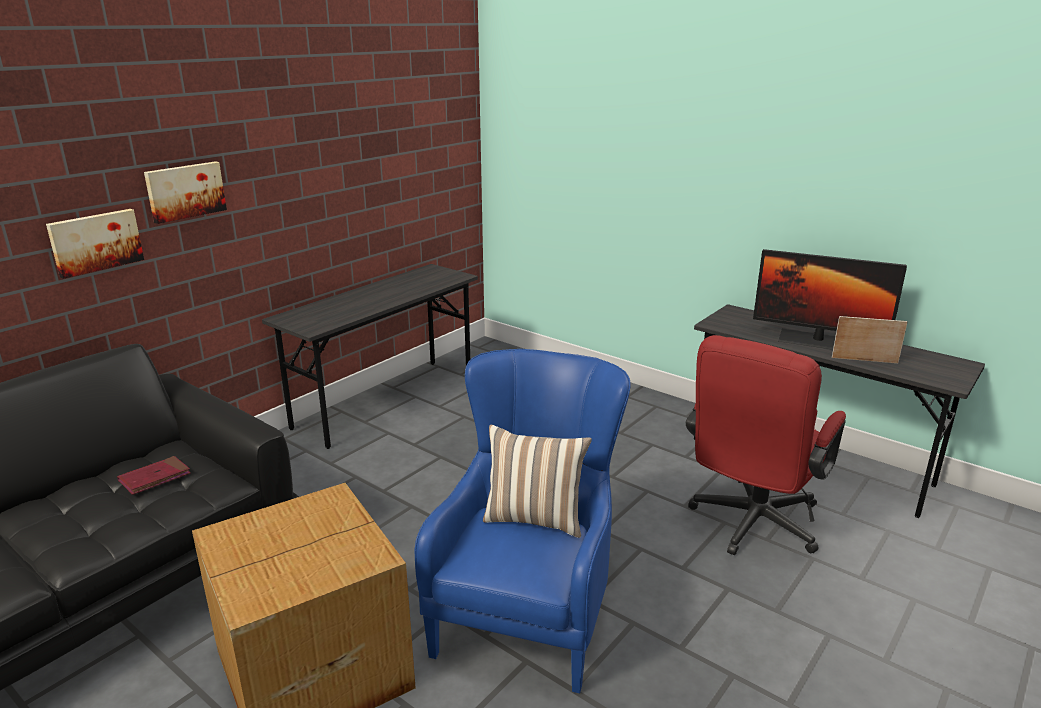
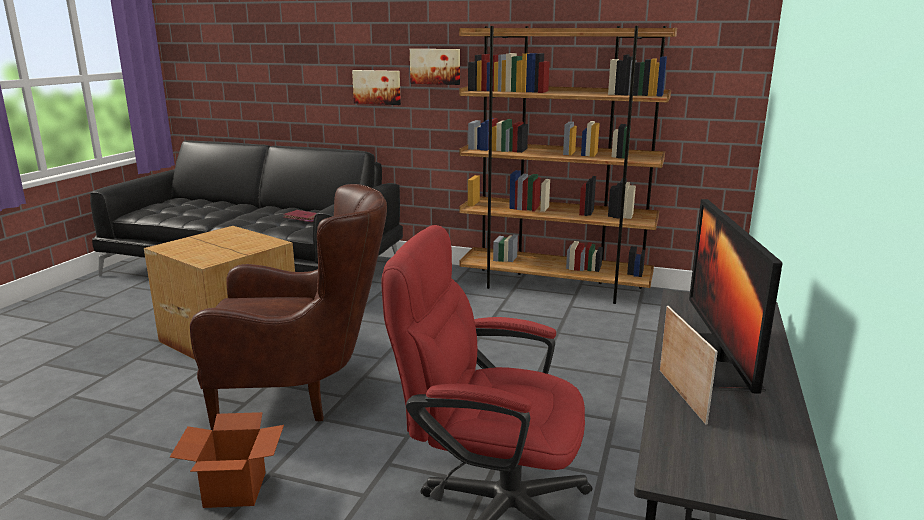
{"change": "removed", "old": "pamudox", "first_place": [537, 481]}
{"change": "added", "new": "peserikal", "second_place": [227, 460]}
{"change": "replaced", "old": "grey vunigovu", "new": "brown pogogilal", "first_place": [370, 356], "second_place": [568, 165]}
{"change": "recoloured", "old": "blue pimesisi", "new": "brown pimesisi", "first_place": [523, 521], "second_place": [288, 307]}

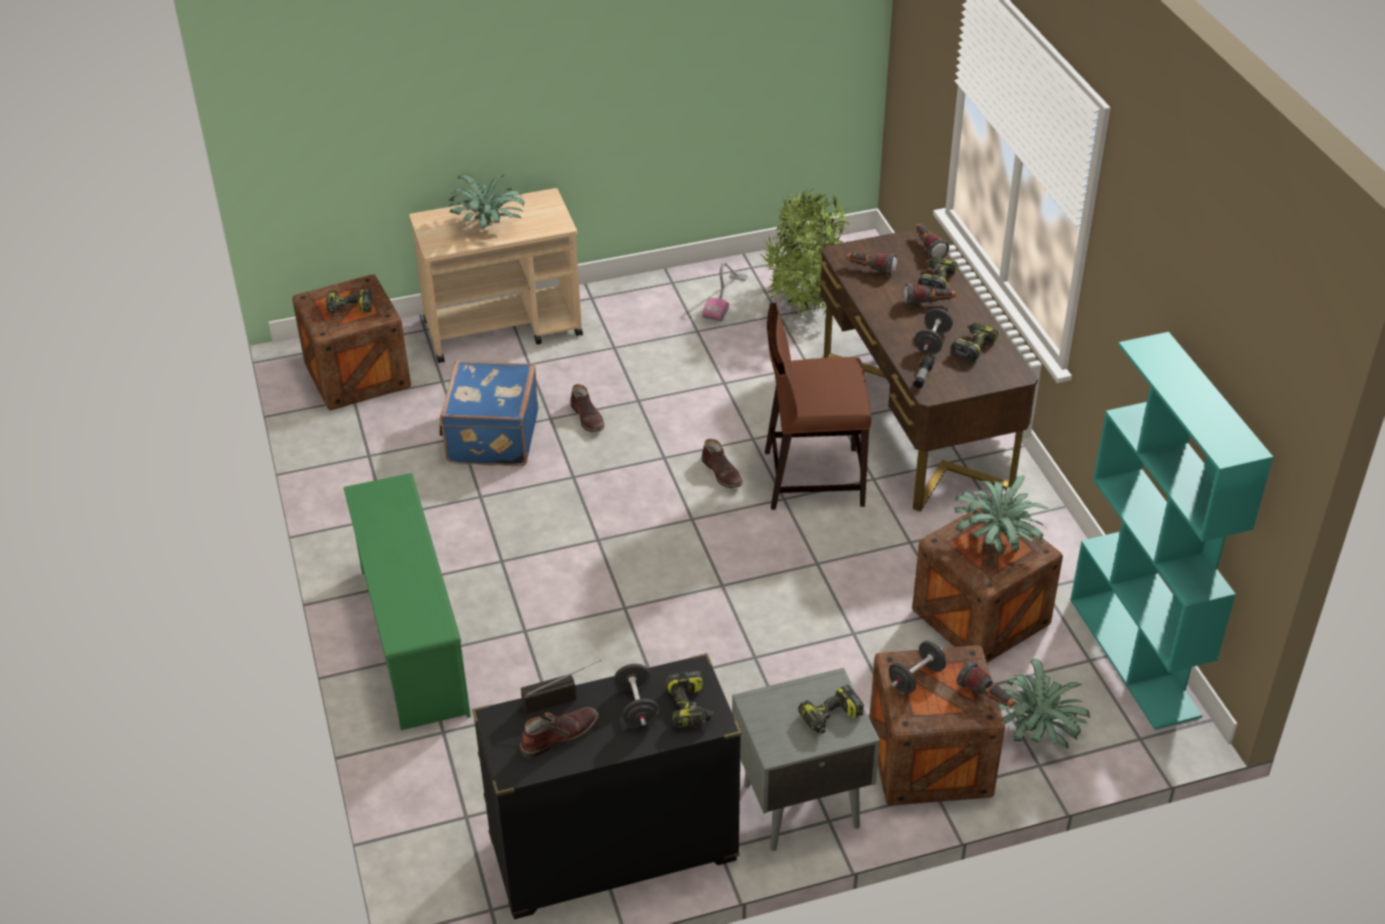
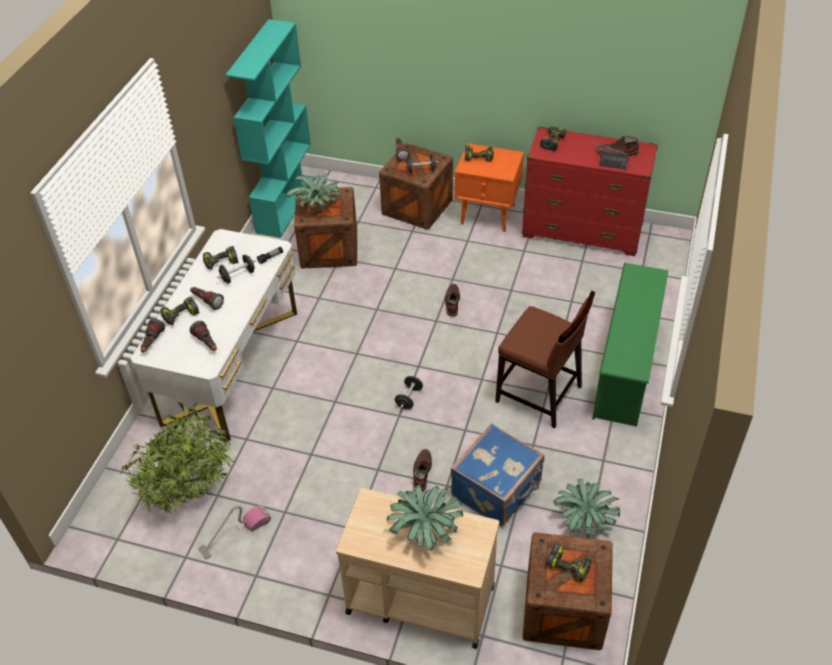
{"change": "moved", "old": "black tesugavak", "first_place": [636, 695], "second_place": [409, 392]}
{"change": "moved", "old": "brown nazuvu", "first_place": [722, 463], "second_place": [452, 300]}
{"change": "moved", "old": "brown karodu", "first_place": [818, 406], "second_place": [545, 359]}
{"change": "moved", "old": "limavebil", "first_place": [1044, 704], "second_place": [586, 507]}
{"change": "recoloured", "old": "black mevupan", "new": "red mevupan", "first_place": [606, 786], "second_place": [590, 191]}
{"change": "recoloured", "old": "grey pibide", "new": "orange pibide", "first_place": [806, 759], "second_place": [489, 187]}
{"change": "recoloured", "old": "brown vunigovu", "new": "white vunigovu", "first_place": [929, 370], "second_place": [214, 335]}

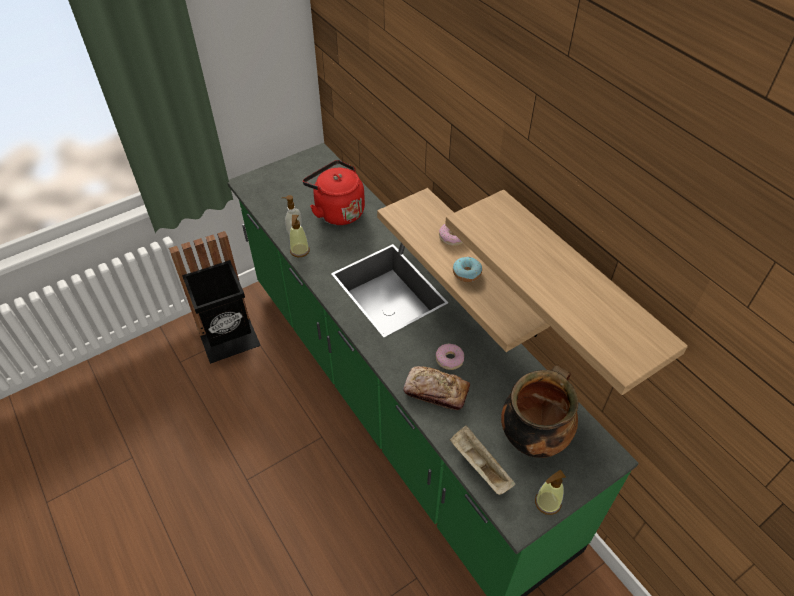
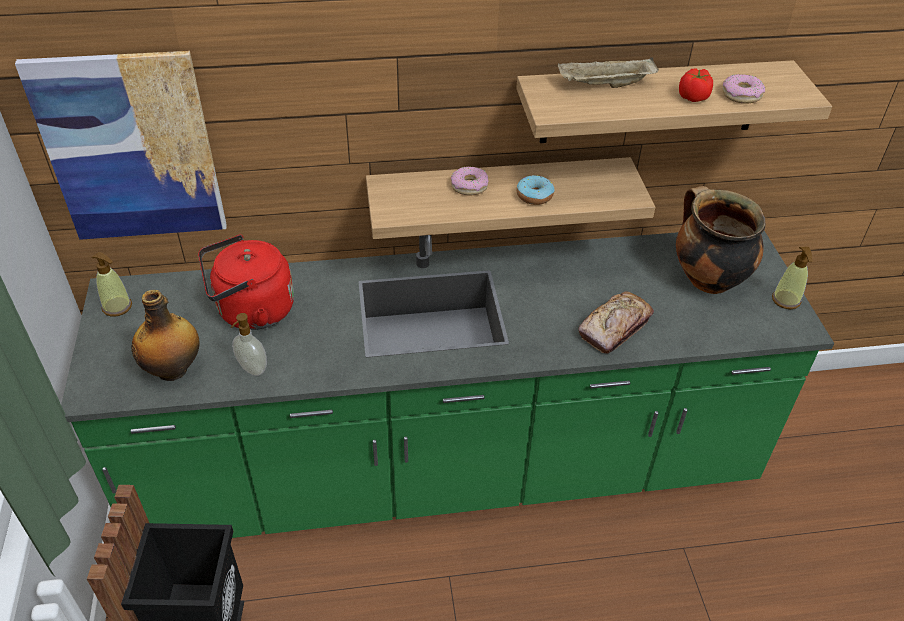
{"change": "added", "new": "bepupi", "second_place": [121, 145]}
{"change": "added", "new": "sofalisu", "second_place": [165, 335]}
{"change": "added", "new": "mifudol", "second_place": [696, 85]}
{"change": "moved", "old": "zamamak", "first_place": [300, 236], "second_place": [112, 284]}
{"change": "moved", "old": "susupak", "first_place": [450, 356], "second_place": [743, 89]}
{"change": "moved", "old": "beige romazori", "first_place": [482, 460], "second_place": [608, 73]}

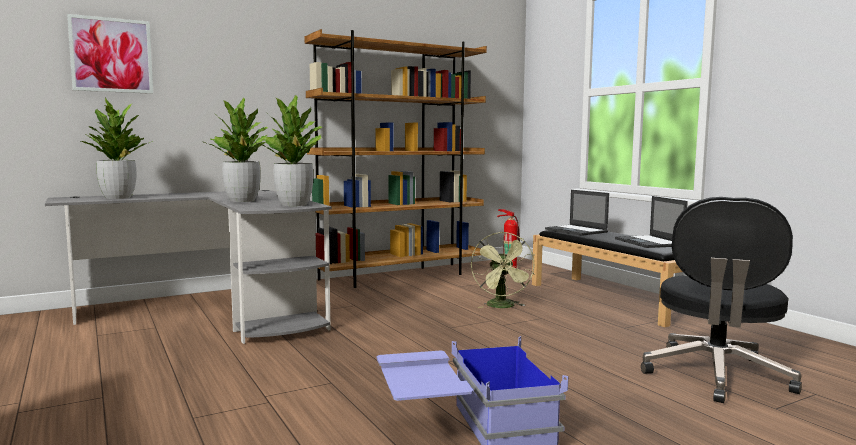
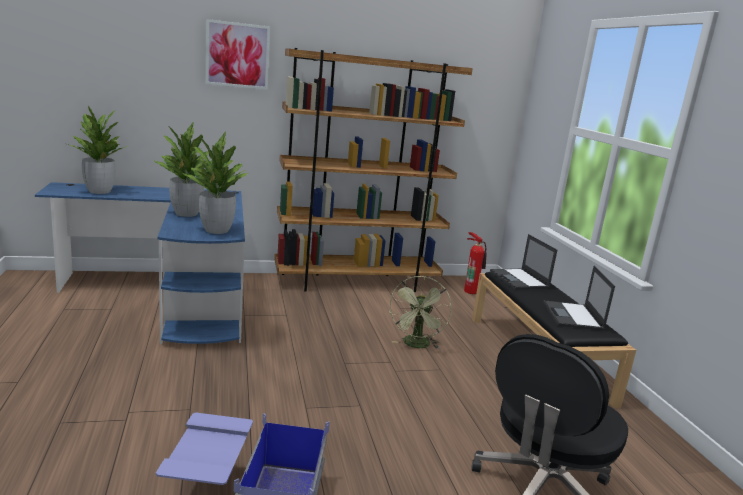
{"change": "moved", "old": "bepupi", "first_place": [110, 54], "second_place": [238, 54]}
{"change": "recoloured", "old": "grey vunigovu", "new": "blue vunigovu", "first_place": [188, 267], "second_place": [140, 263]}

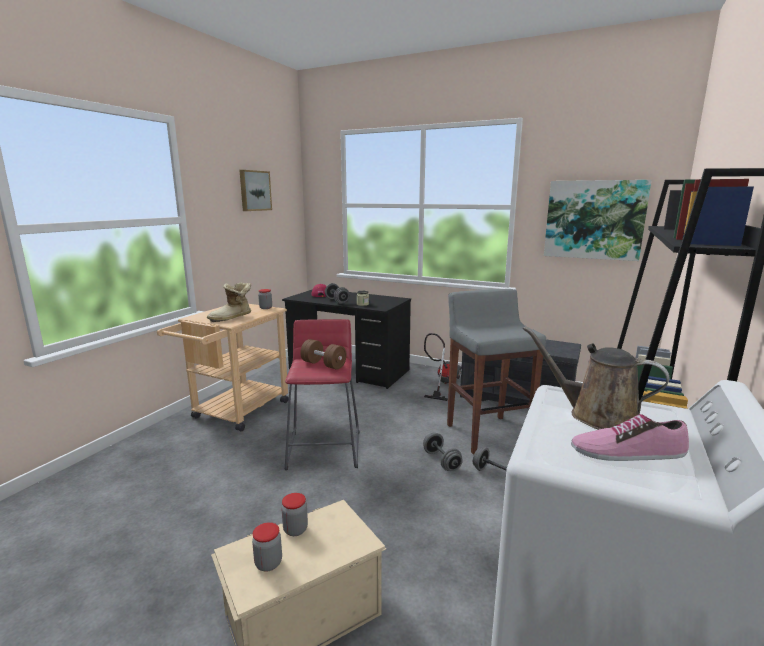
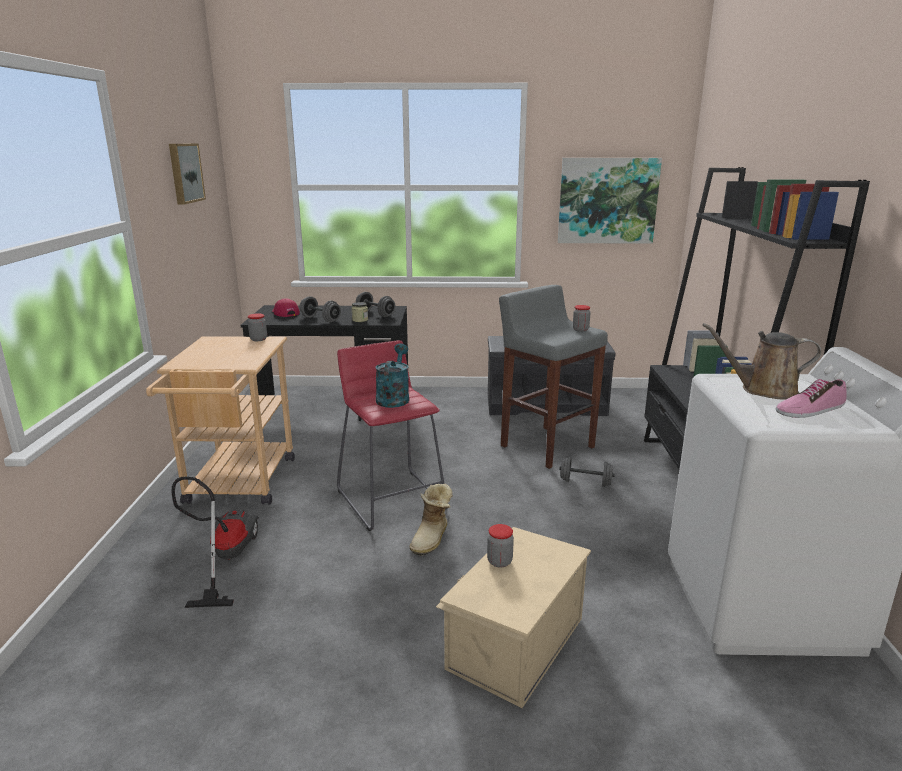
{"change": "moved", "old": "nazuvu", "first_place": [229, 302], "second_place": [431, 520]}
{"change": "moved", "old": "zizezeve", "first_place": [267, 547], "second_place": [582, 318]}
{"change": "moved", "old": "grey tesugavak", "first_place": [443, 452], "second_place": [376, 304]}
{"change": "moved", "old": "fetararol", "first_place": [443, 367], "second_place": [215, 542]}
{"change": "replaced", "old": "brown tesugavak", "new": "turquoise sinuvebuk", "first_place": [323, 354], "second_place": [392, 375]}

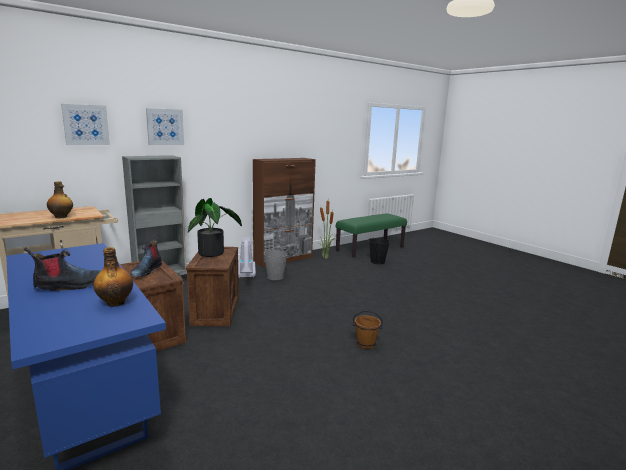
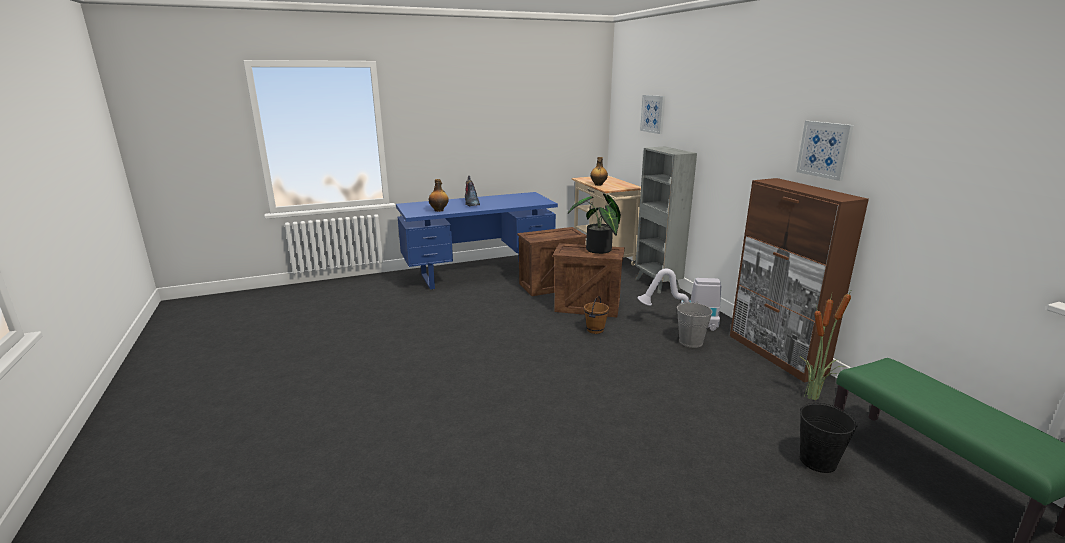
{"change": "removed", "old": "nazuvu", "first_place": [146, 256]}
{"change": "moved", "old": "bepupi", "first_place": [165, 126], "second_place": [825, 151]}
{"change": "moved", "old": "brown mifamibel", "first_place": [368, 330], "second_place": [596, 315]}

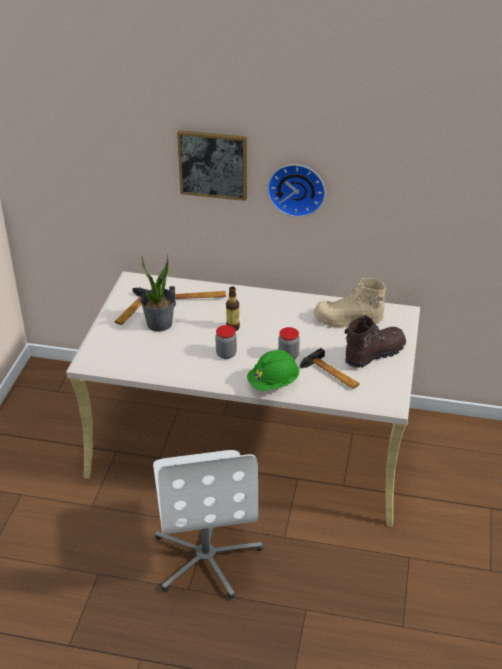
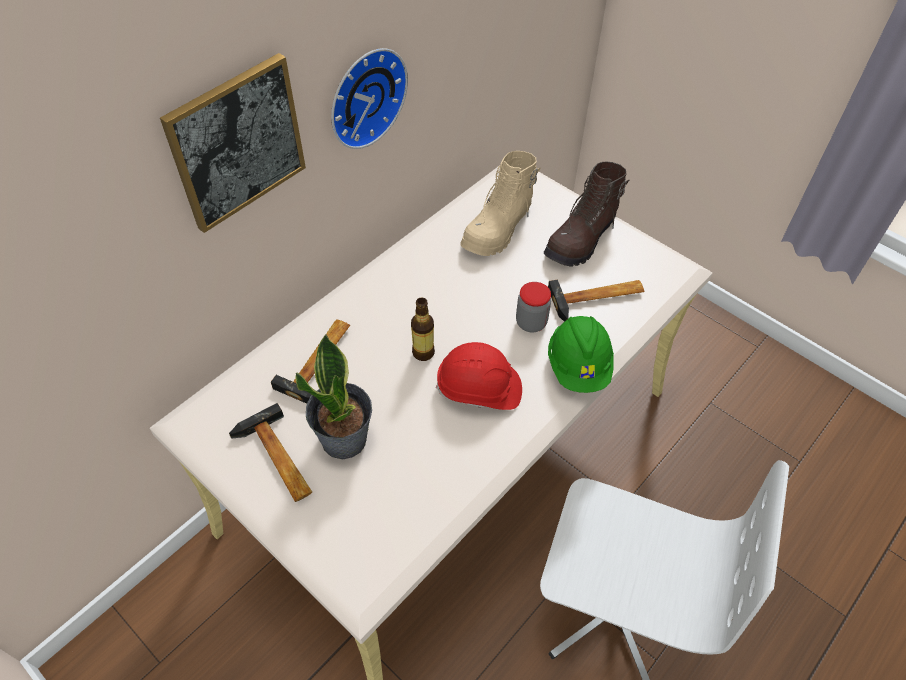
{"change": "replaced", "old": "zizezeve", "new": "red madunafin", "first_place": [226, 342], "second_place": [479, 376]}
{"change": "turned", "old": "brown nazuvu", "first_place": [375, 341], "second_place": [586, 214], "degrees": -135}

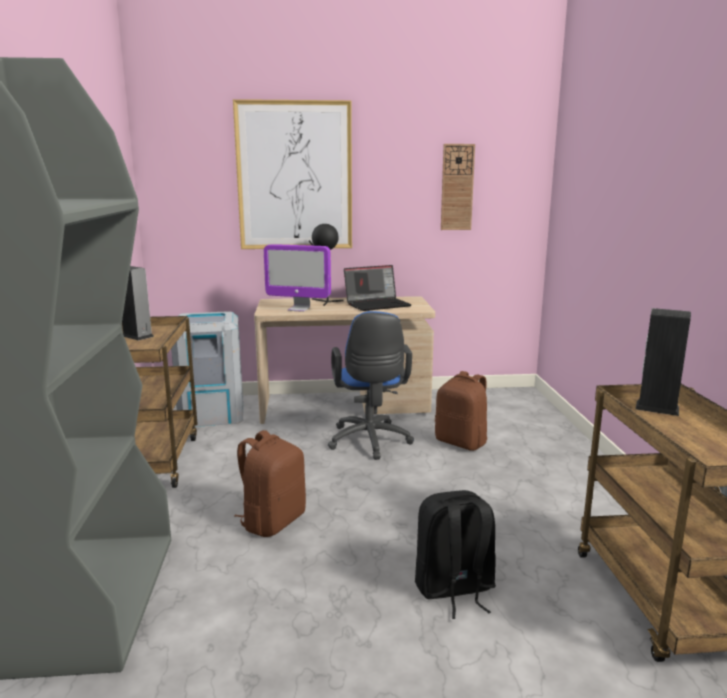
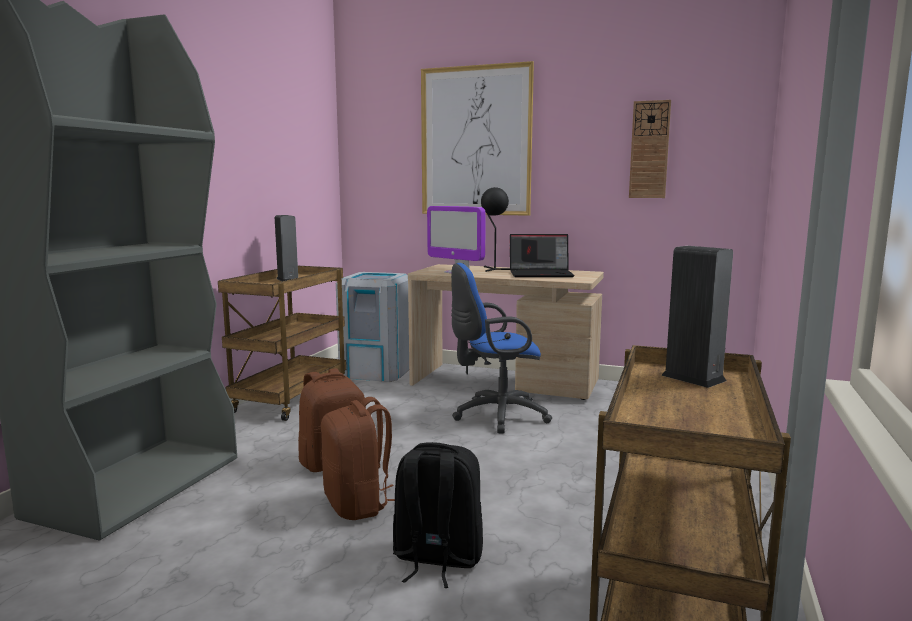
{"change": "moved", "old": "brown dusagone", "first_place": [461, 411], "second_place": [358, 458]}
{"change": "turned", "old": "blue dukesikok", "first_place": [371, 385], "second_place": [501, 348], "degrees": 60}

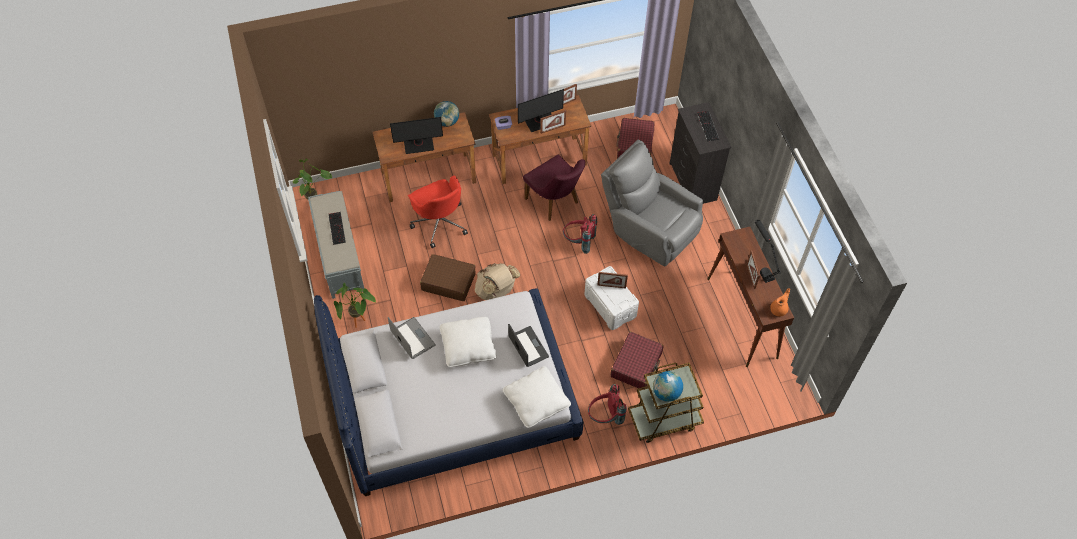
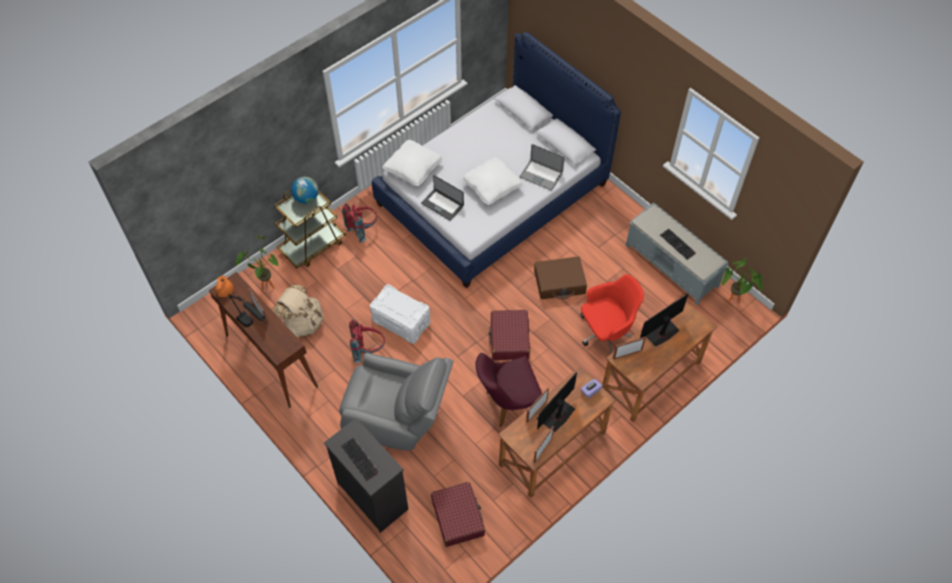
{"change": "removed", "old": "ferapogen", "first_place": [446, 114]}
{"change": "moved", "old": "limavebil", "first_place": [355, 305], "second_place": [257, 263]}
{"change": "moved", "old": "beige dusagone", "first_place": [497, 281], "second_place": [298, 310]}
{"change": "moved", "old": "red dusagone", "first_place": [580, 234], "second_place": [367, 341]}
{"change": "moved", "old": "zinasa", "first_place": [612, 280], "second_place": [629, 348]}
{"change": "moved", "old": "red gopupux", "first_place": [637, 360], "second_place": [509, 335]}
{"change": "turned", "old": "red dukesikok", "first_place": [438, 211], "second_place": [612, 314], "degrees": 120}
{"change": "turned", "old": "purple karodu", "first_place": [554, 187], "second_place": [508, 390], "degrees": -45}

